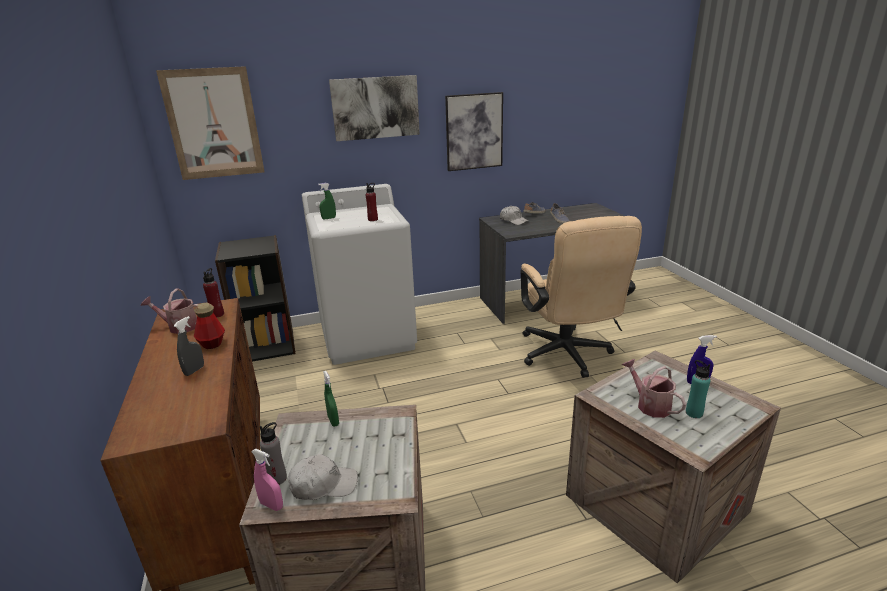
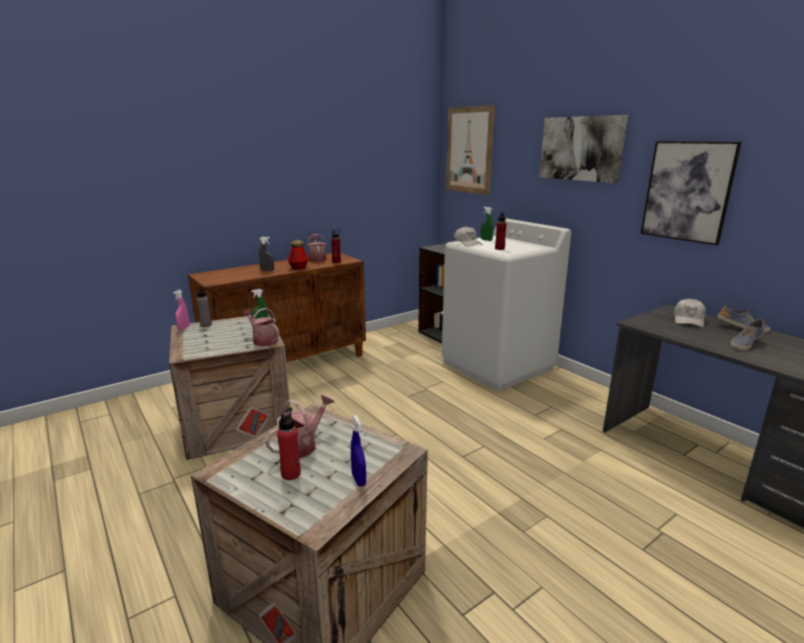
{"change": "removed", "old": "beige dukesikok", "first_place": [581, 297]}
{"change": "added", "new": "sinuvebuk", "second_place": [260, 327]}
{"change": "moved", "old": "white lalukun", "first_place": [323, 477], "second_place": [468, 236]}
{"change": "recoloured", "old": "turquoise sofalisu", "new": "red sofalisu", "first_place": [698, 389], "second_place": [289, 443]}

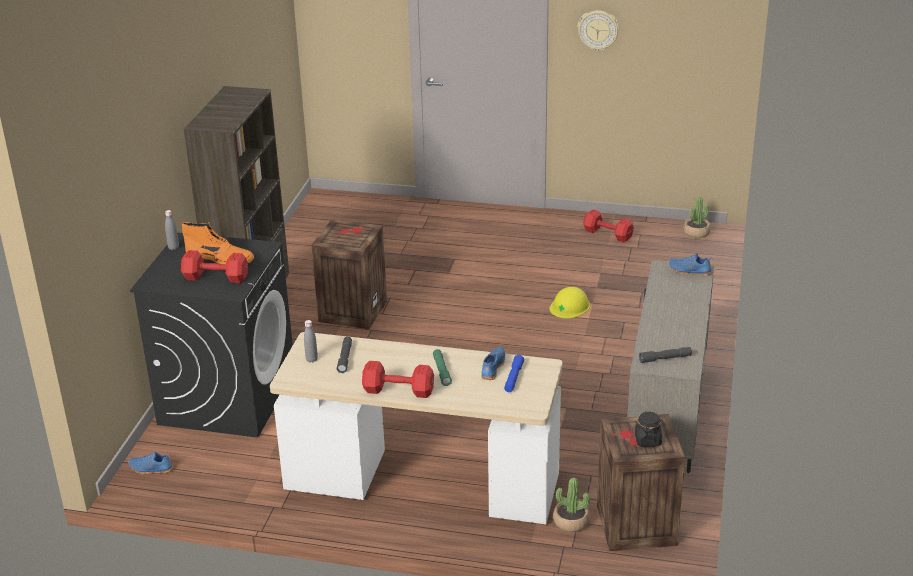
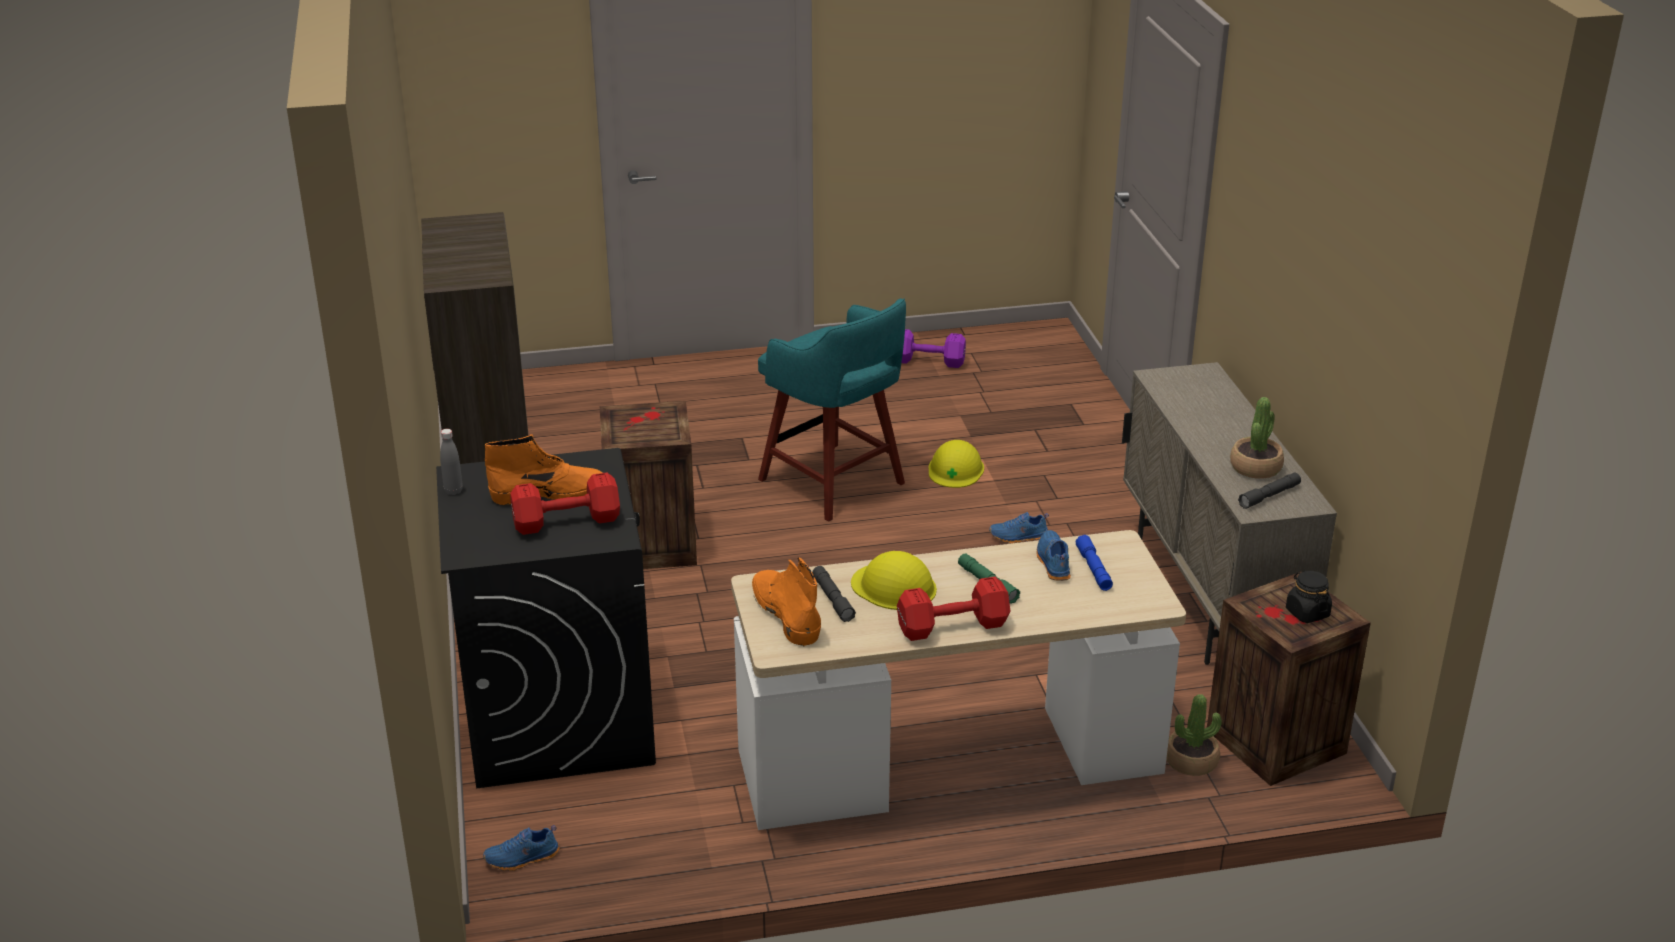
{"change": "removed", "old": "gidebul", "first_place": [598, 30]}
{"change": "added", "new": "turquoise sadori", "second_place": [832, 410]}
{"change": "added", "new": "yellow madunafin", "second_place": [894, 580]}
{"change": "moved", "old": "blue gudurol", "first_place": [690, 265], "second_place": [1019, 528]}
{"change": "moved", "old": "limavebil", "first_place": [697, 217], "second_place": [1257, 438]}
{"change": "replaced", "old": "grey sofalisu", "new": "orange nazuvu", "first_place": [311, 341], "second_place": [786, 602]}
{"change": "recoloured", "old": "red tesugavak", "new": "purple tesugavak", "first_place": [608, 225], "second_place": [933, 348]}

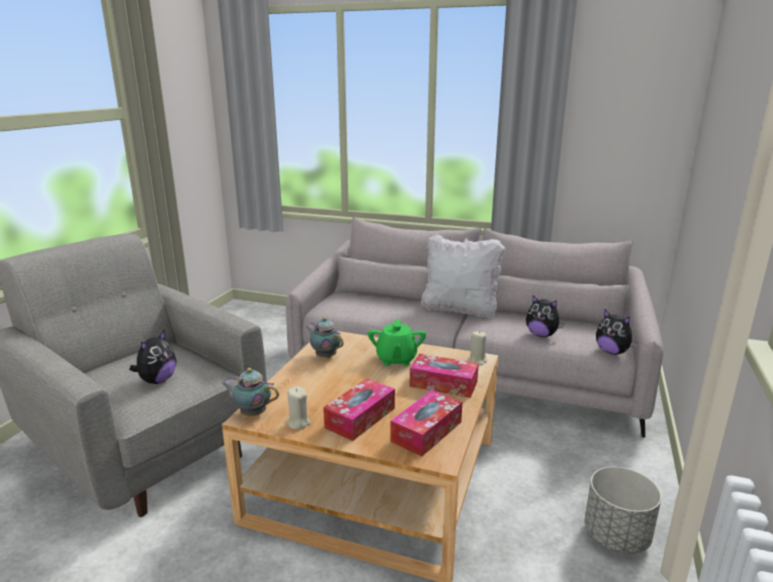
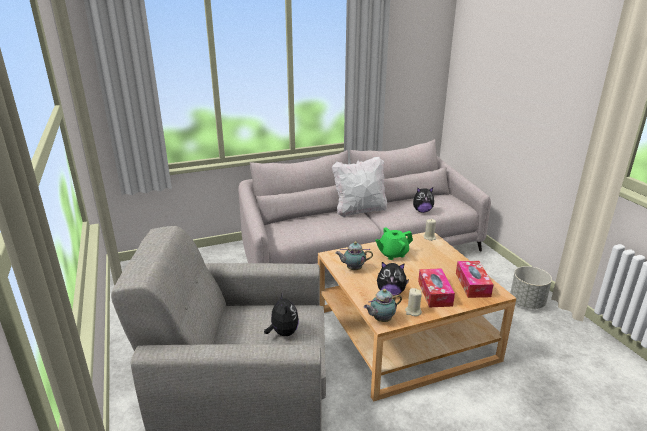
{"change": "removed", "old": "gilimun", "first_place": [444, 376]}
{"change": "moved", "old": "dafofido", "first_place": [617, 332], "second_place": [393, 279]}
{"change": "turned", "old": "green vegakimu", "first_place": [397, 342], "second_place": [394, 243], "degrees": 105}

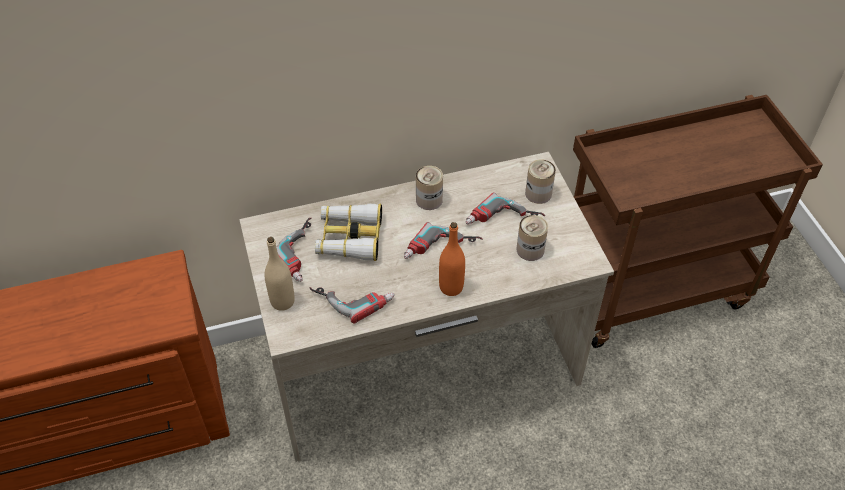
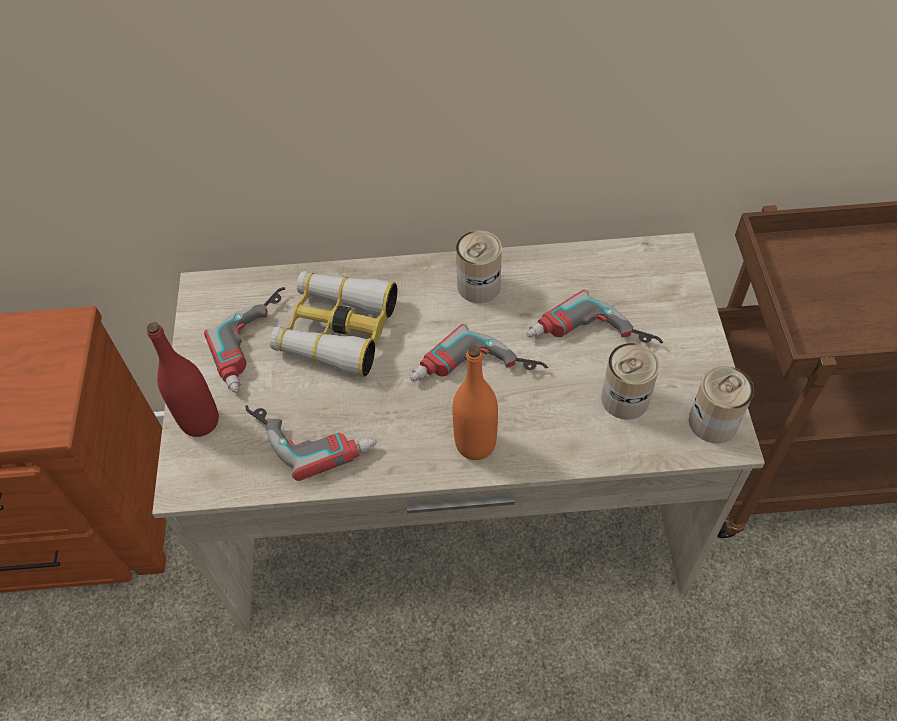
{"change": "moved", "old": "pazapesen", "first_place": [540, 181], "second_place": [721, 404]}
{"change": "recoloured", "old": "beige sofalisu", "new": "red sofalisu", "first_place": [279, 274], "second_place": [183, 379]}

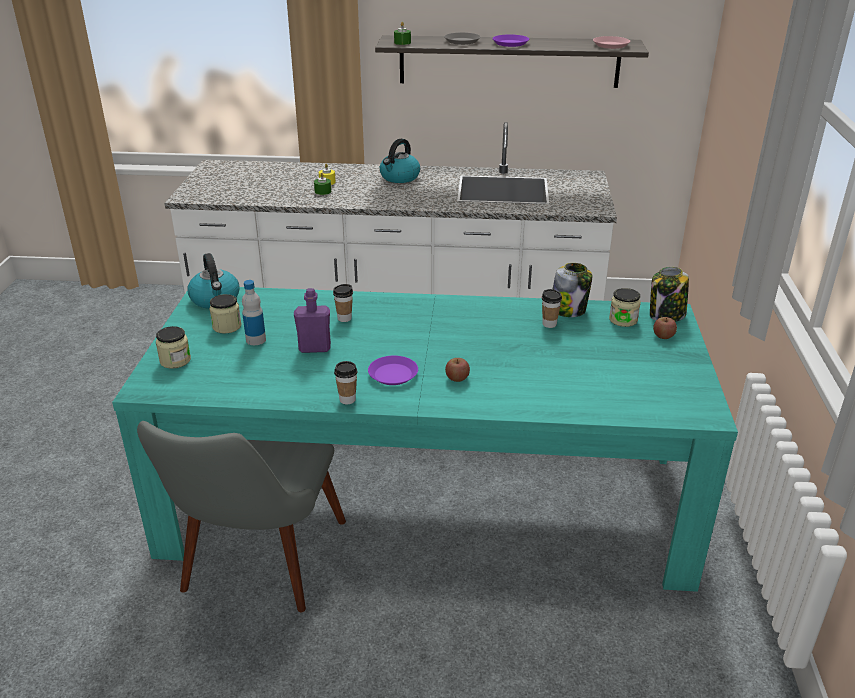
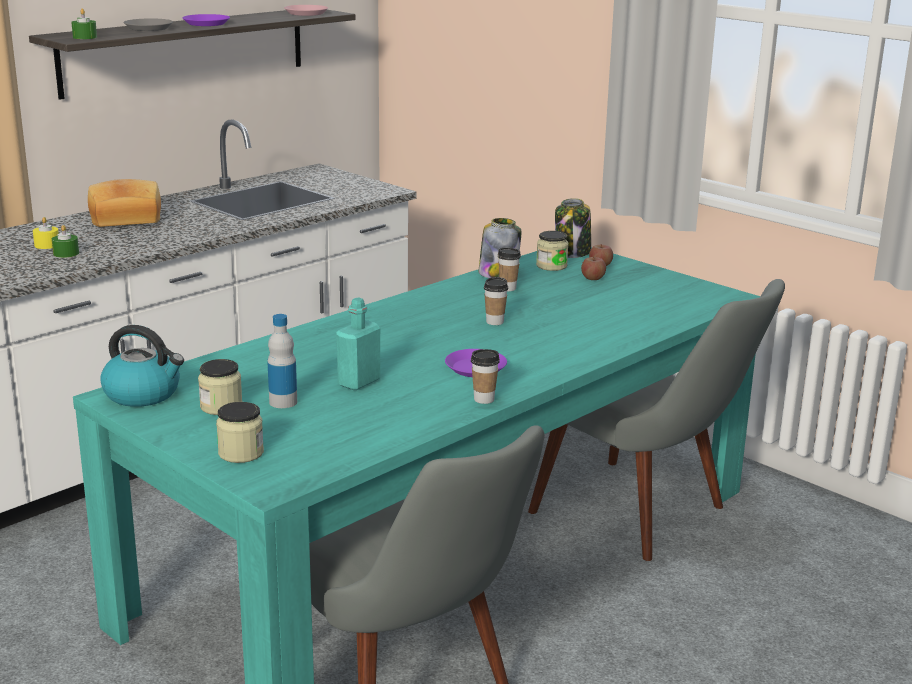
{"change": "added", "new": "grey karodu", "second_place": [656, 420]}
{"change": "moved", "old": "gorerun", "first_place": [343, 303], "second_place": [496, 301]}
{"change": "moved", "old": "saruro", "first_place": [457, 370], "second_place": [593, 268]}
{"change": "replaced", "old": "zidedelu", "new": "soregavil", "first_place": [400, 161], "second_place": [124, 203]}
{"change": "recoloured", "old": "purple sofalisu", "new": "turquoise sofalisu", "first_place": [312, 320], "second_place": [358, 344]}

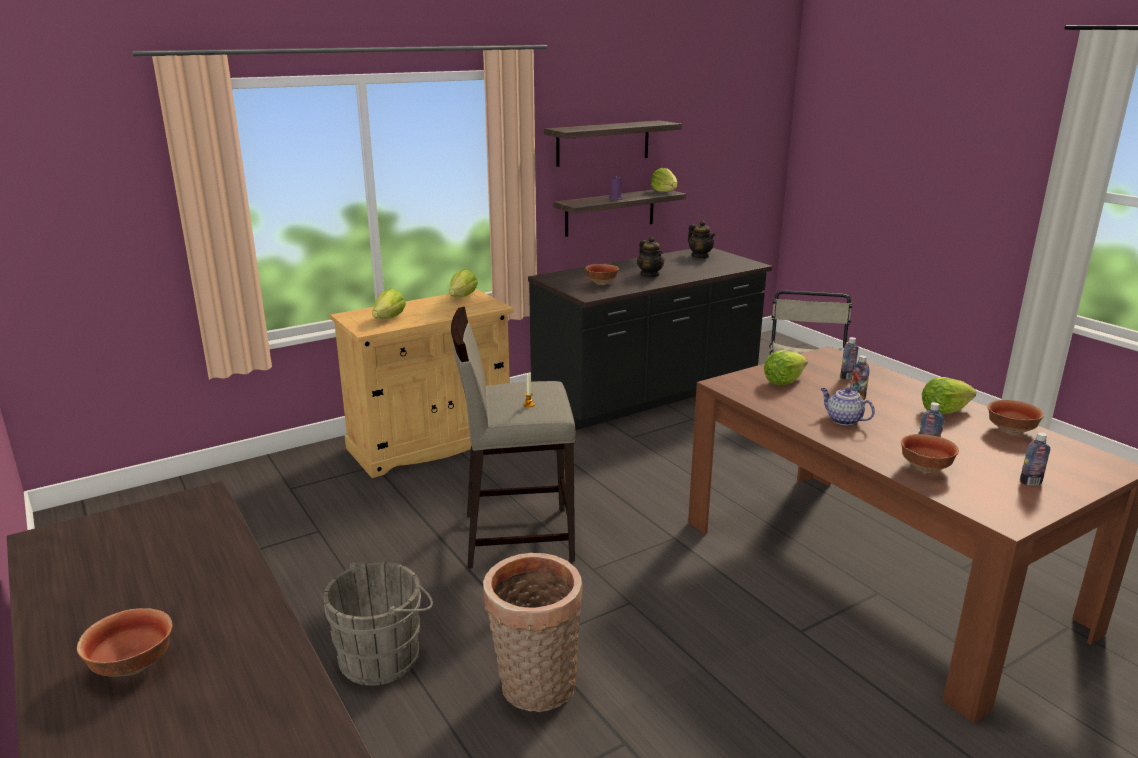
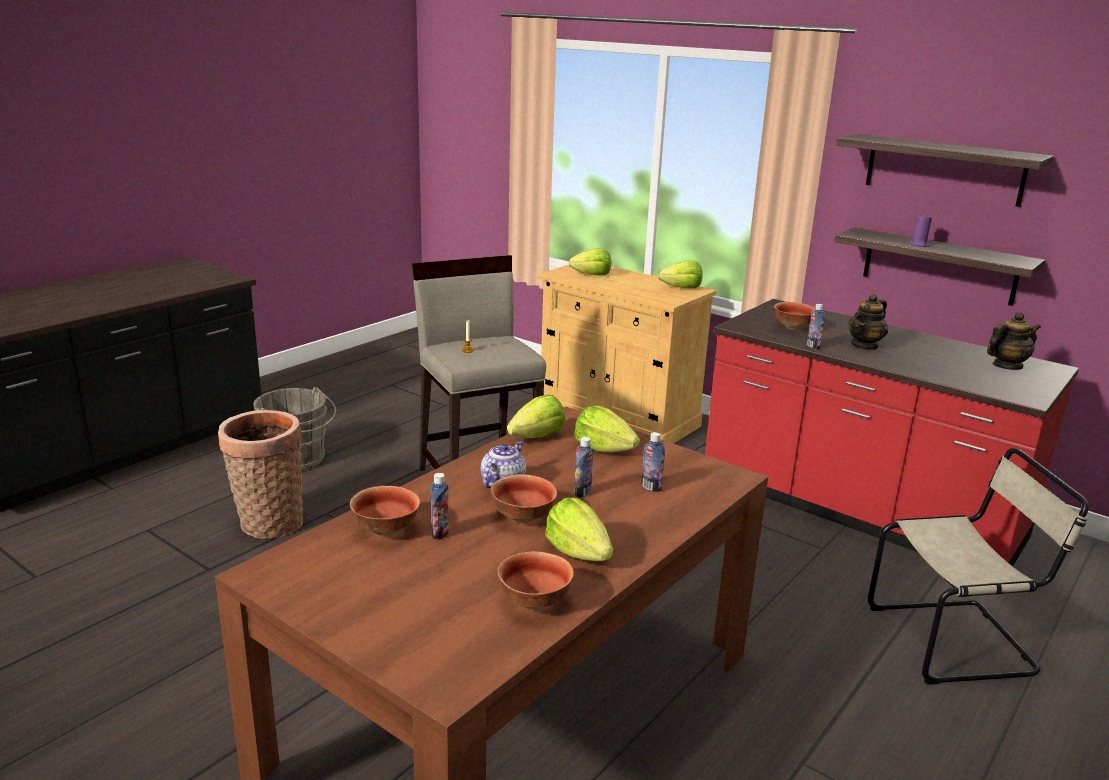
{"change": "moved", "old": "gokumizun", "first_place": [125, 642], "second_place": [524, 498]}
{"change": "moved", "old": "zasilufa", "first_place": [664, 180], "second_place": [536, 416]}
{"change": "moved", "old": "sofalisu", "first_place": [1035, 459], "second_place": [816, 326]}
{"change": "recoloured", "old": "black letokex", "new": "red letokex", "first_place": [650, 339], "second_place": [892, 432]}
{"change": "turned", "old": "vegakimu", "first_place": [702, 239], "second_place": [1014, 341], "degrees": -150}

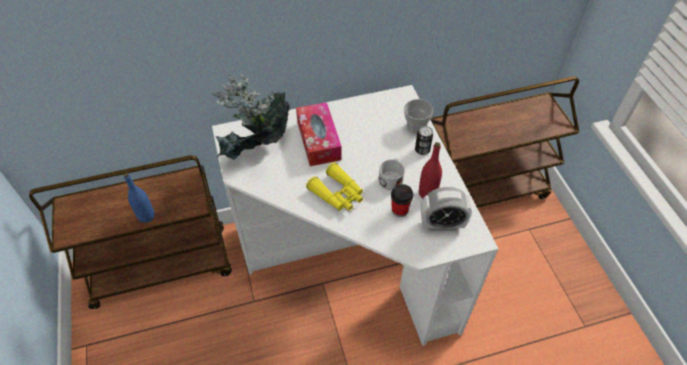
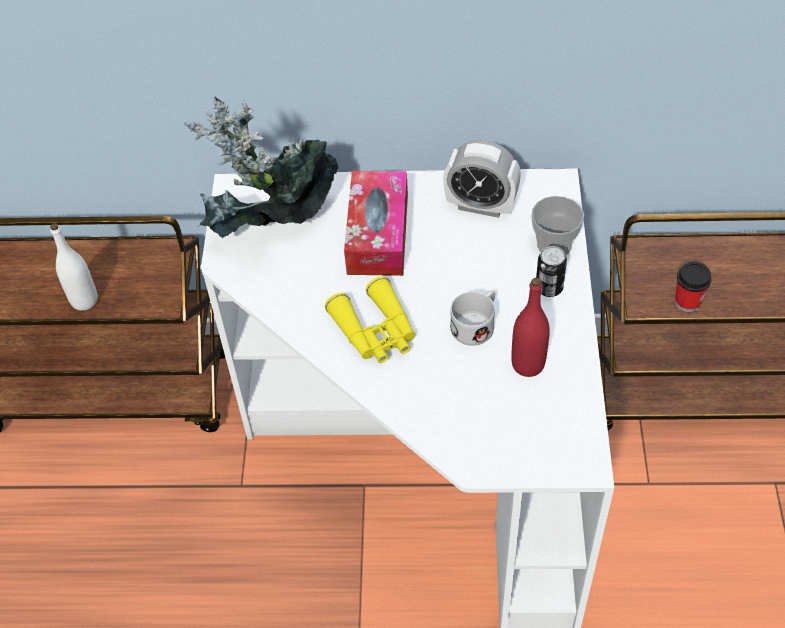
{"change": "moved", "old": "gorerun", "first_place": [402, 200], "second_place": [693, 287]}
{"change": "moved", "old": "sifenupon", "first_place": [446, 209], "second_place": [482, 179]}
{"change": "recoloured", "old": "blue sofalisu", "new": "white sofalisu", "first_place": [139, 198], "second_place": [74, 267]}

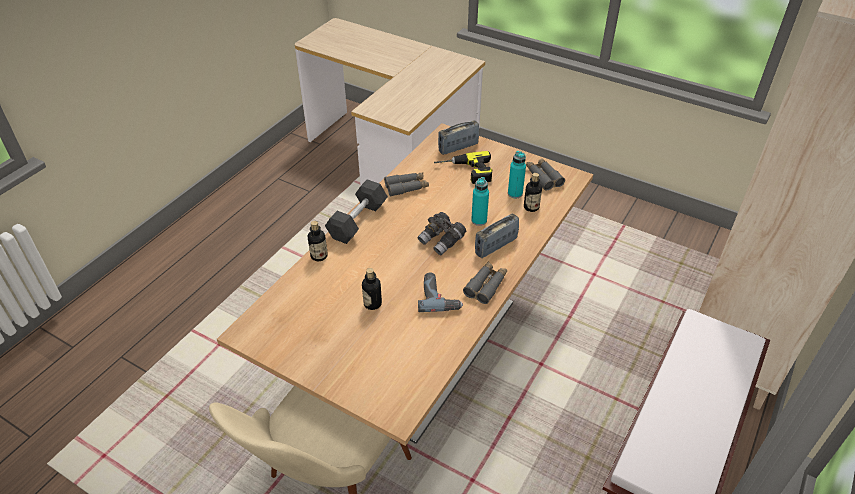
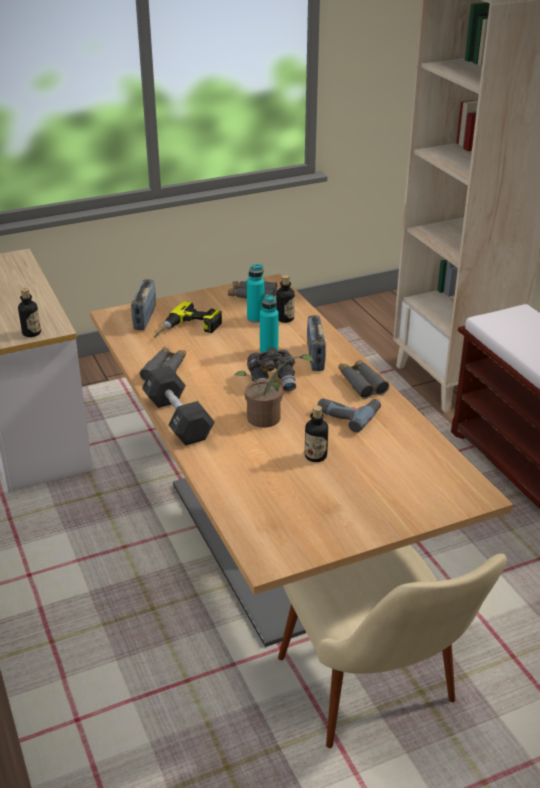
{"change": "added", "new": "limavebil", "second_place": [274, 391]}
{"change": "moved", "old": "sofalisu", "first_place": [318, 241], "second_place": [29, 312]}

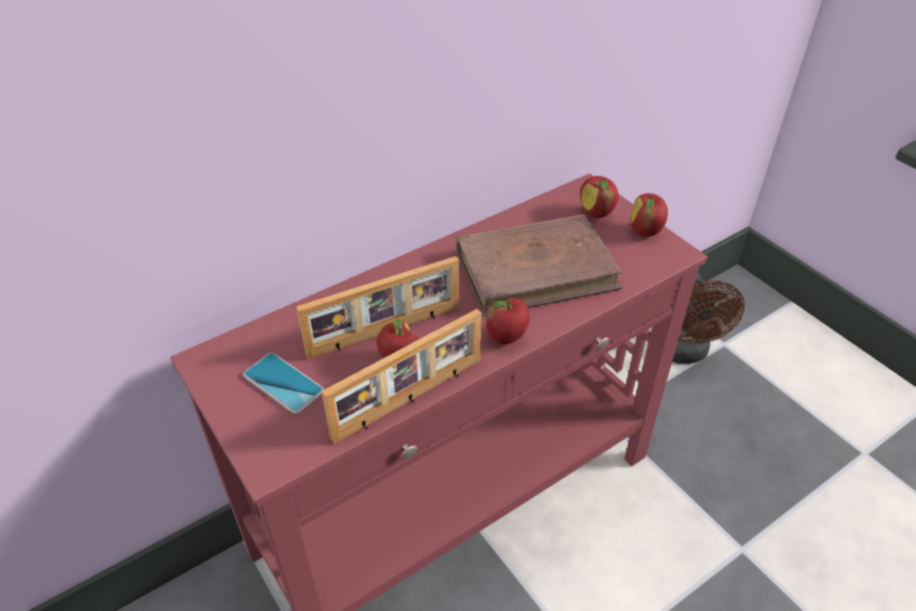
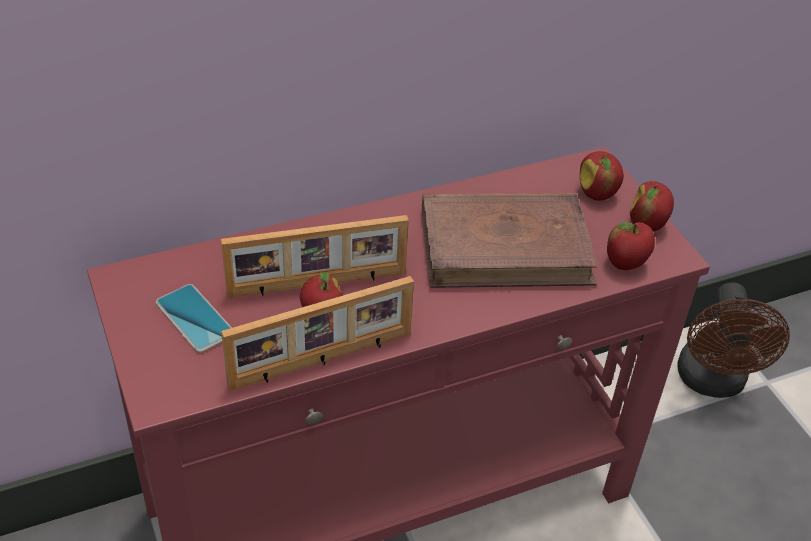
{"change": "moved", "old": "saruro", "first_place": [508, 321], "second_place": [631, 246]}

